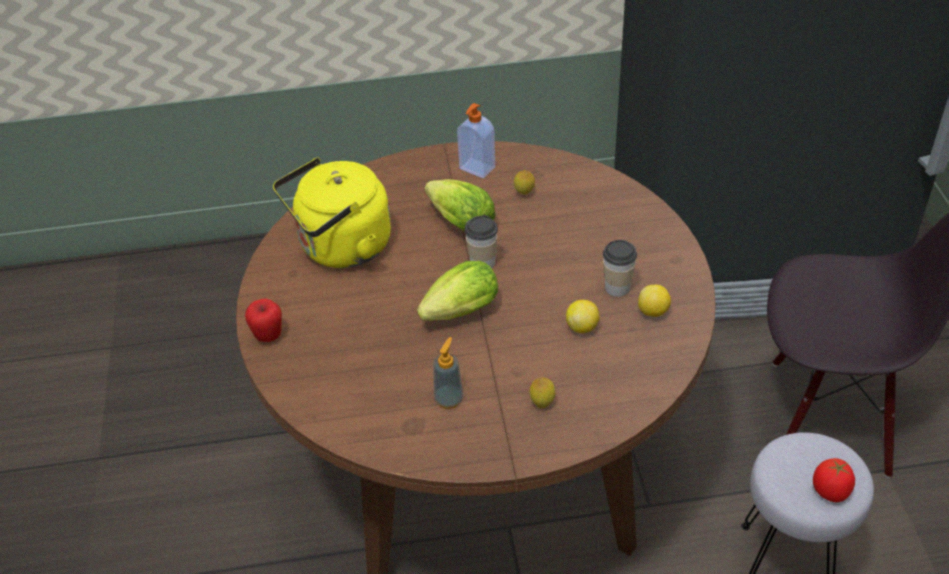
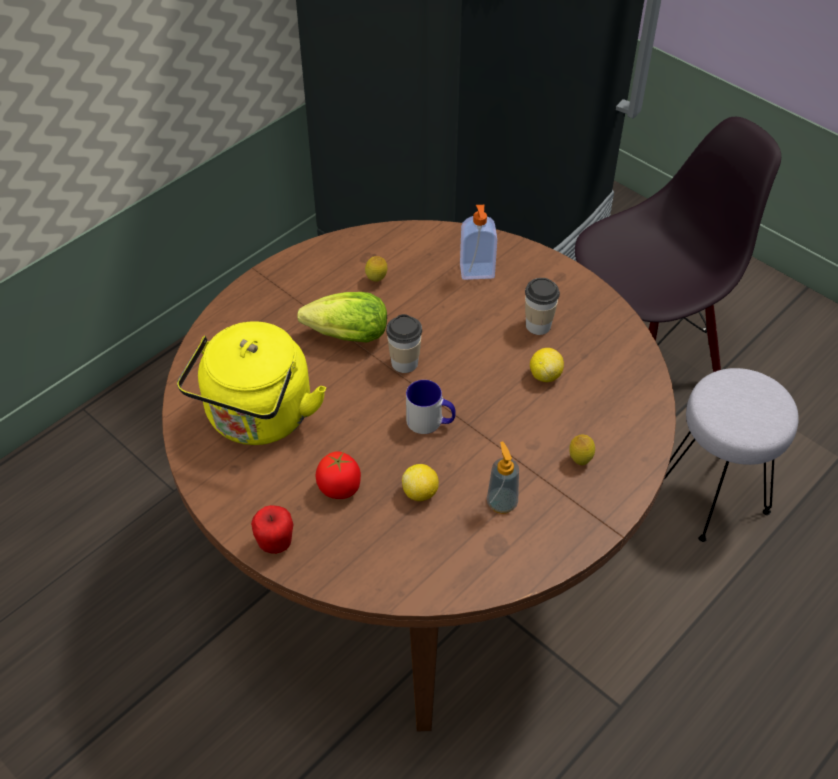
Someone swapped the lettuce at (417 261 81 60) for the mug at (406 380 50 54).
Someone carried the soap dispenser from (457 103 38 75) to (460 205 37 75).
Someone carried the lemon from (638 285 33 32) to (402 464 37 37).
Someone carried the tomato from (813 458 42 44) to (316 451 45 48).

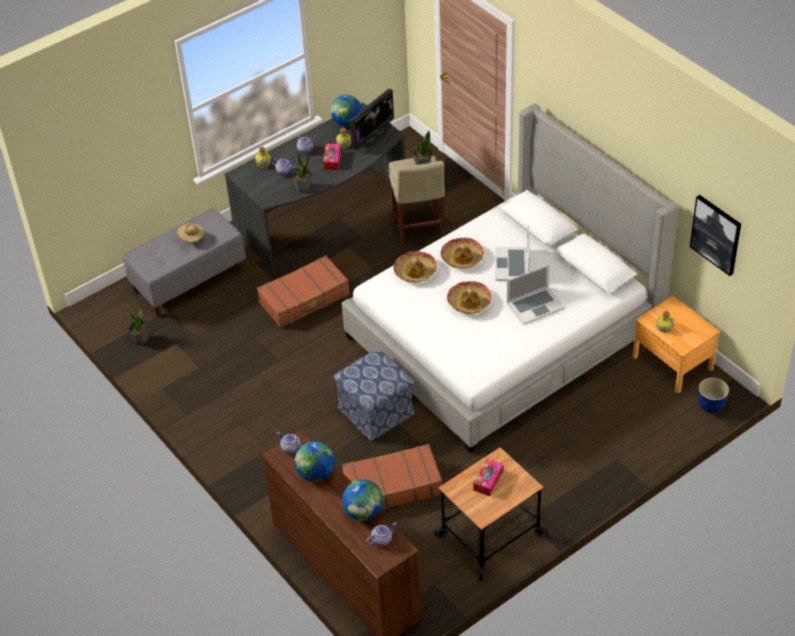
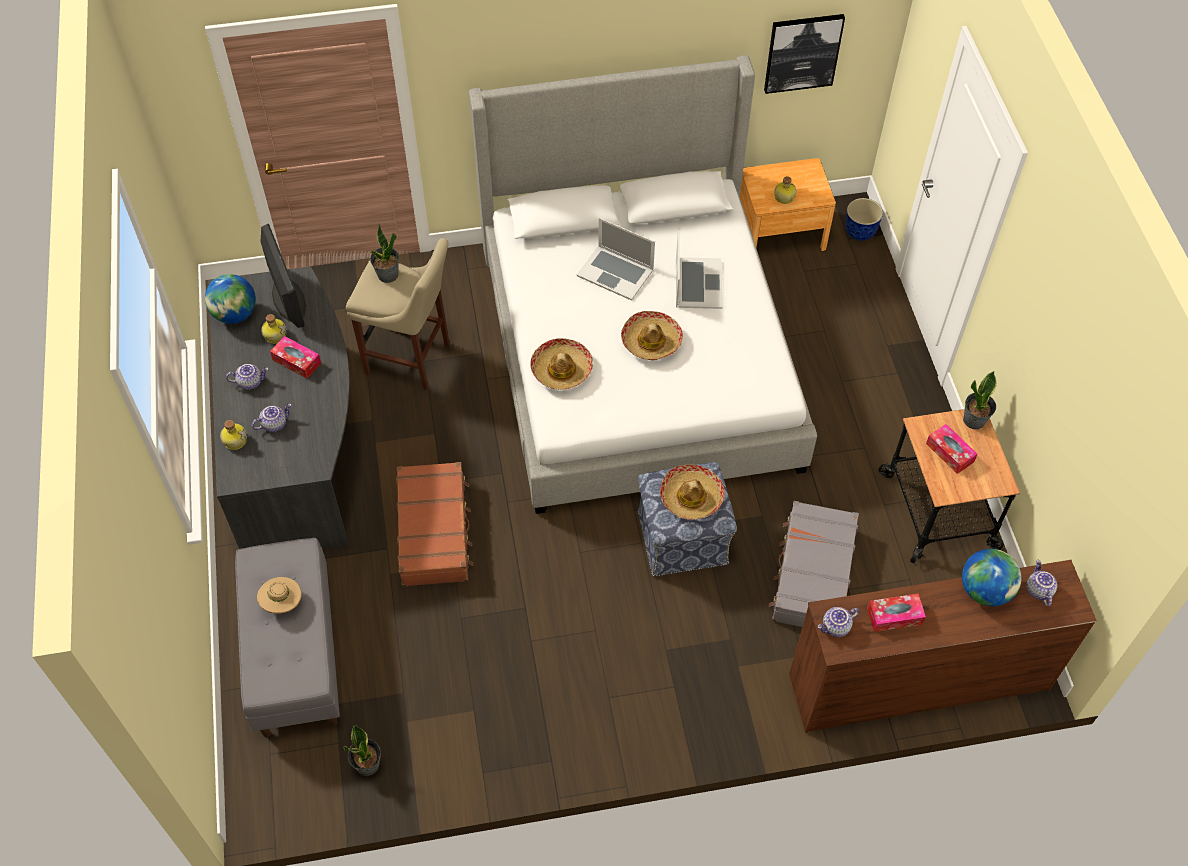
Someone carried the potted plant from (292 150 20 43) to (963 371 34 58).
Someone swapped the globe at (295 441 40 41) for the tissue box at (867 594 59 38).
Someone repainted the suitcase in brown at (342 444 100 65), which became the suitcase in grey at (769 501 90 126).
Someone carried the hat from (441 238 43 31) to (660 465 65 55).

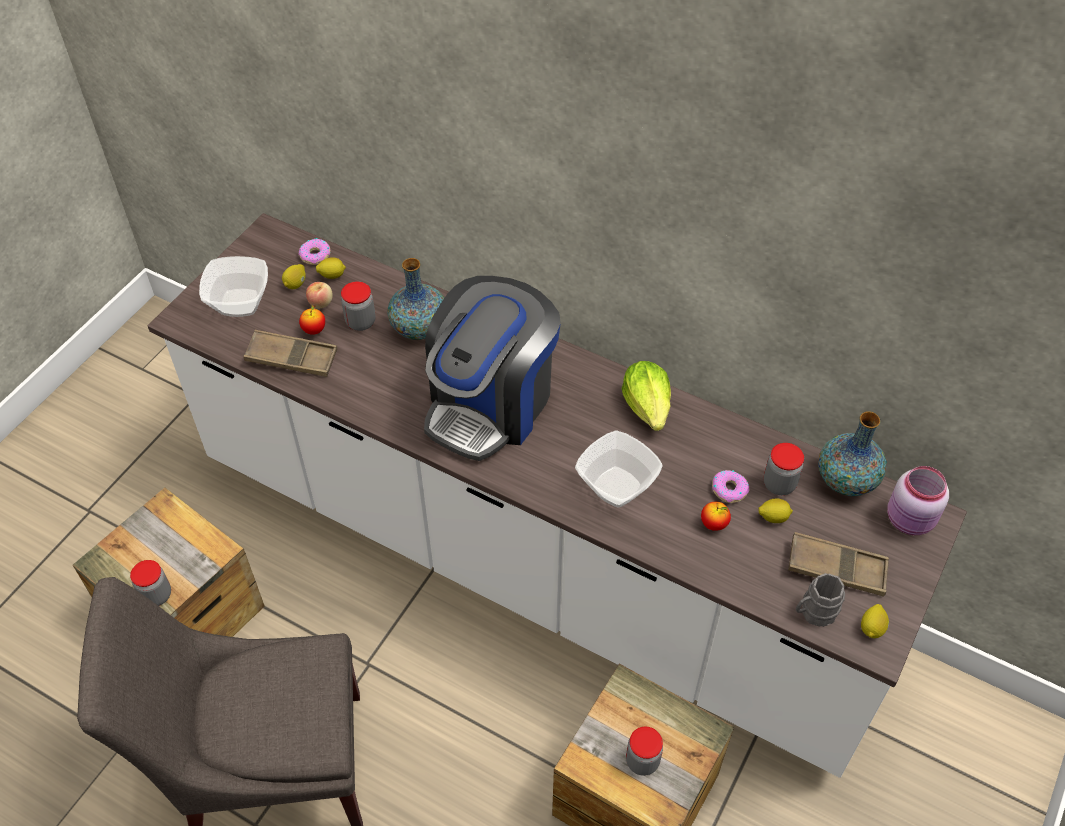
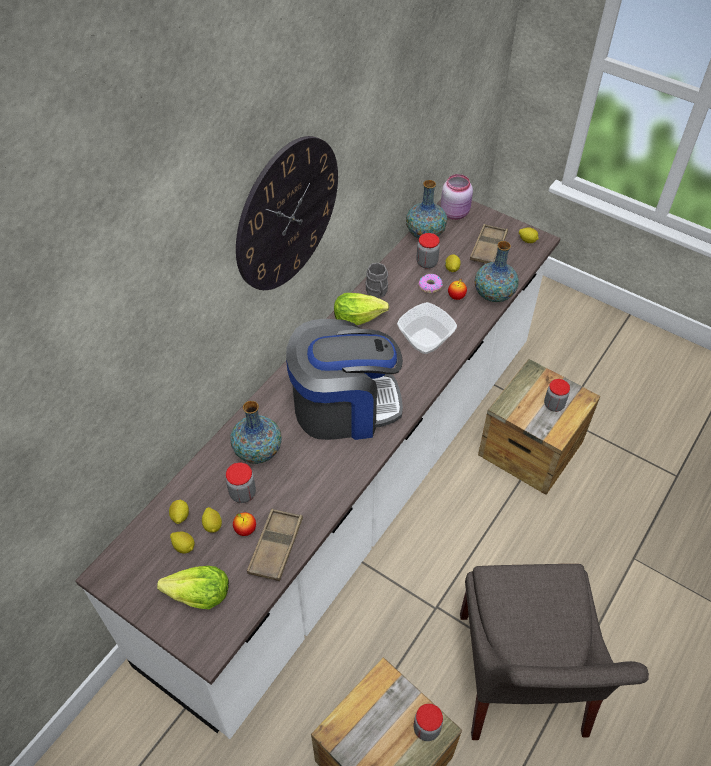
Someone swapped the bowl at (199 256 69 61) for the lettuce at (157 566 72 43).
Someone took away the donut at (299 238 32 27).
Someone swapped the apple at (306 282 27 26) for the lemon at (202 507 20 26).
Someone rotated the coffee machine at (424 276 137 185) by 45 degrees counterclockwise.
Someone carried the mug in grey from (796 573 49 54) to (365 263 23 35).
Someone put up the wall clock at (236 136 102 154).
Someone put down the vase at (475 241 44 61).

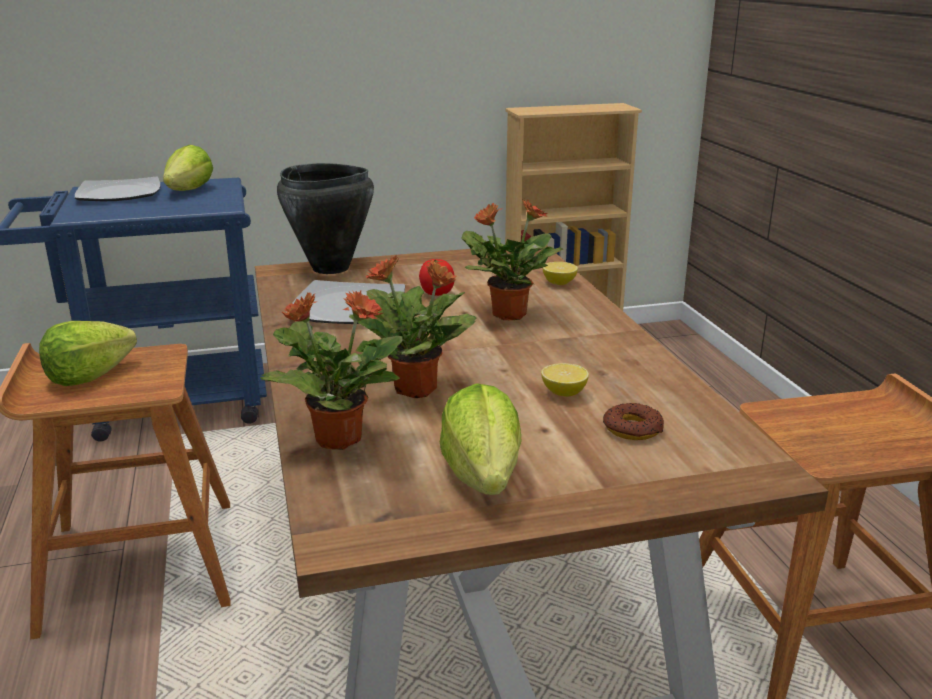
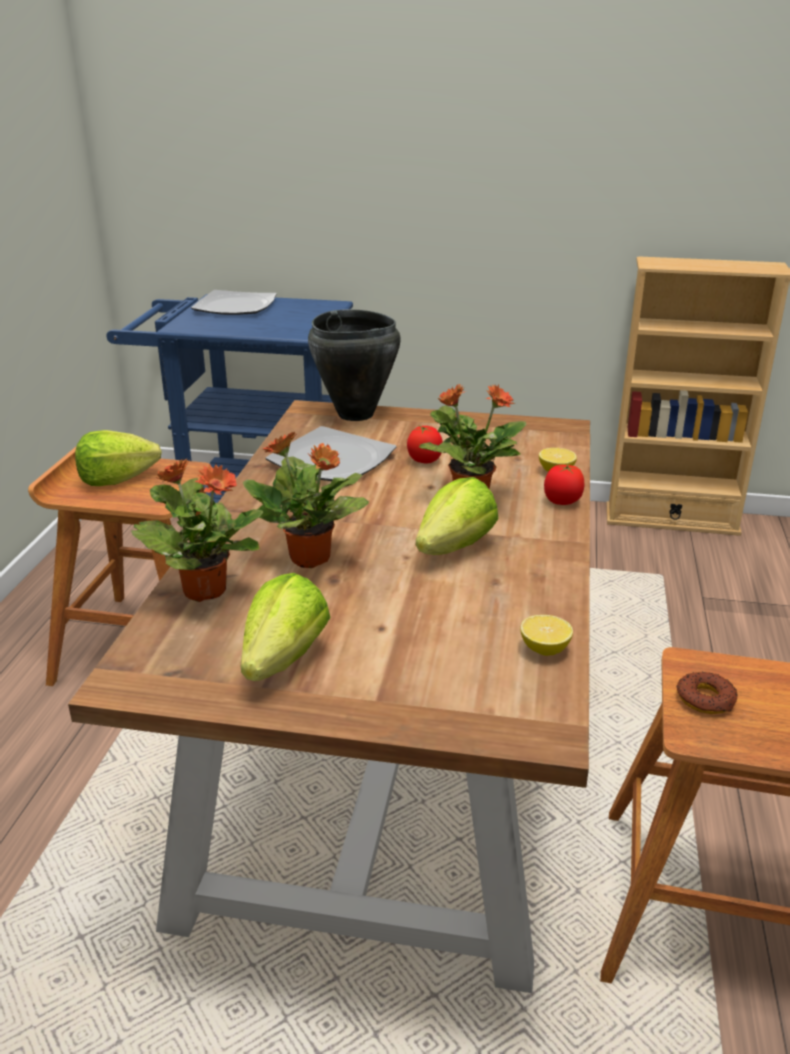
Someone carried the lettuce from (163 145 50 46) to (416 477 82 78).
Someone carried the lemon from (541 363 48 34) to (520 615 53 41).
Someone carried the donut from (603 403 61 37) to (677 672 60 42).
Someone put down the tomato at (544 464 41 41).

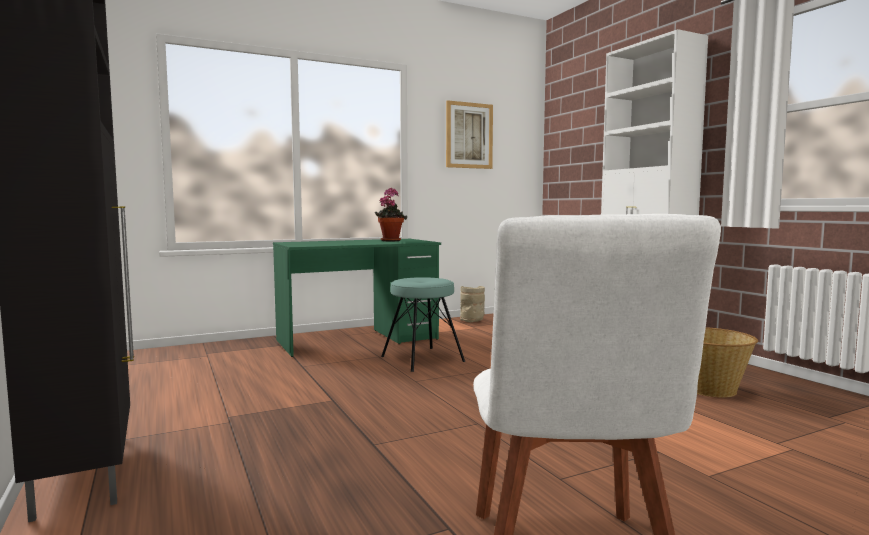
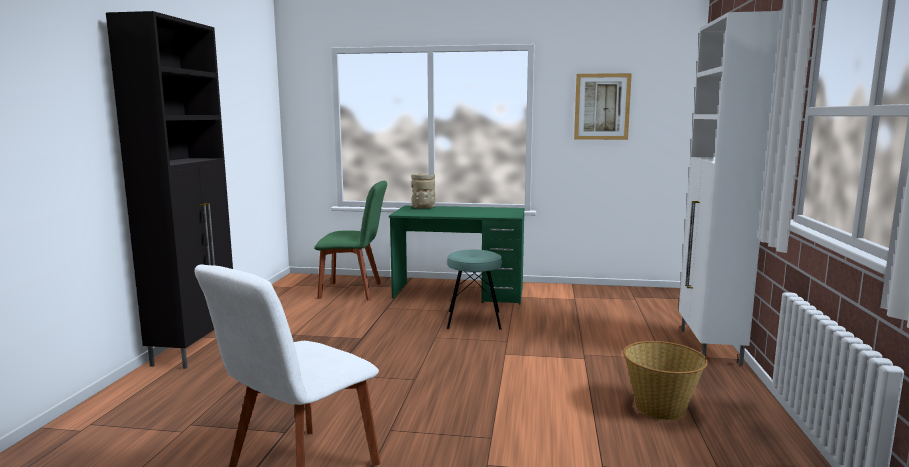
Someone took away the potted plant at (375 187 32 54).
Someone carried the vase in beige from (460 286 25 36) to (411 173 24 36).
Someone put down the chair in green at (314 181 73 120).

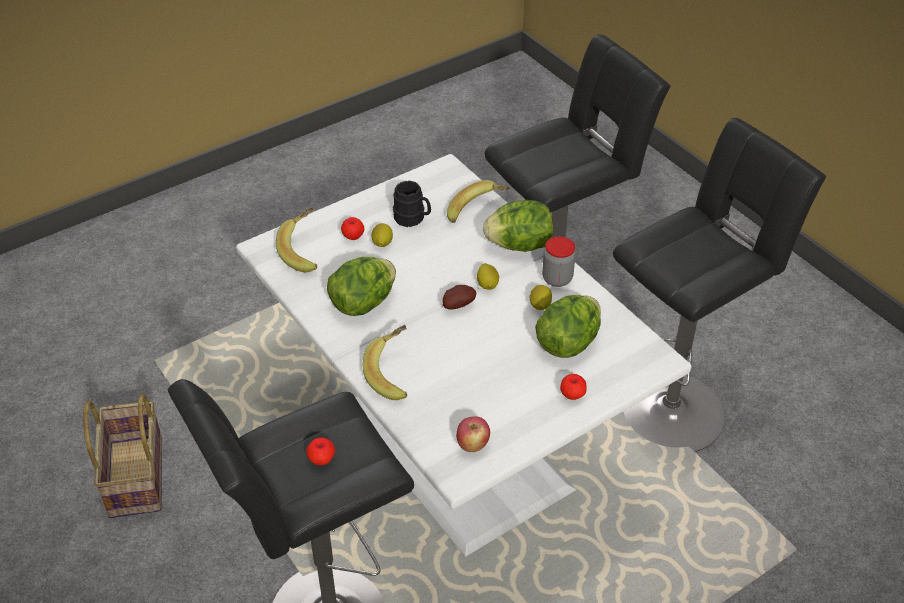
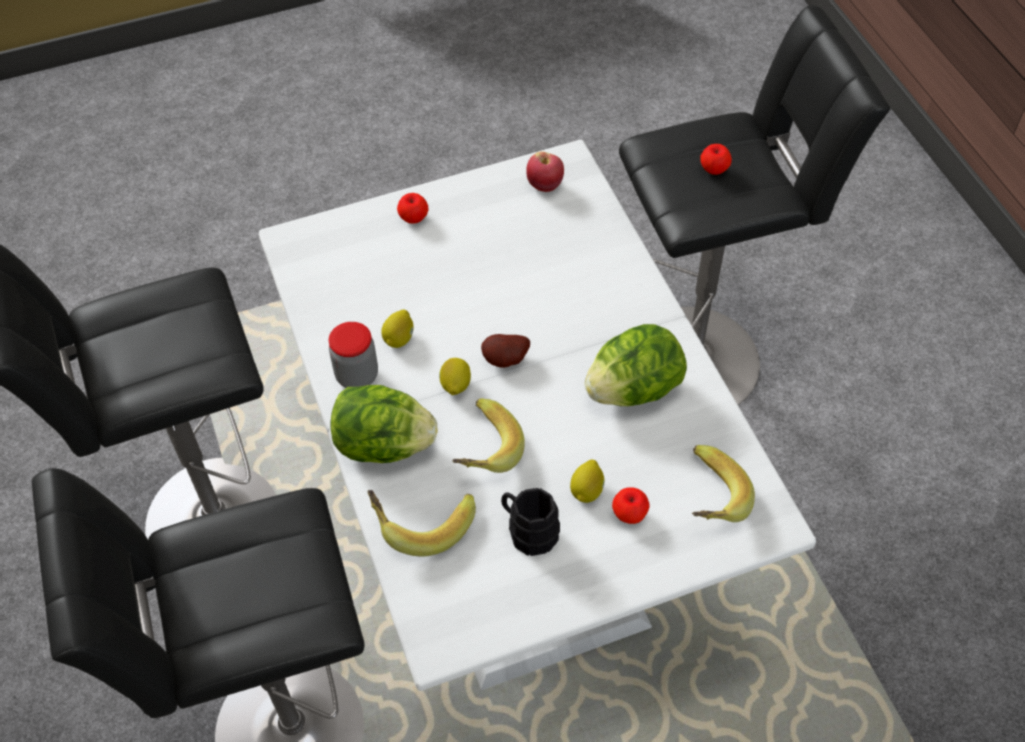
Someone took away the basket at (83 394 79 124).
Someone carried the banana from (363 325 44 75) to (453 398 72 75).
Someone took away the lettuce at (535 295 66 63).

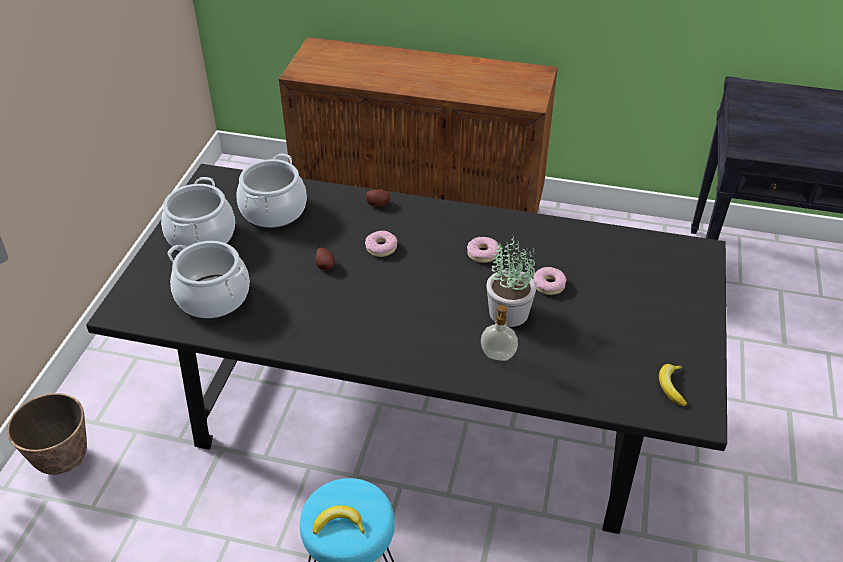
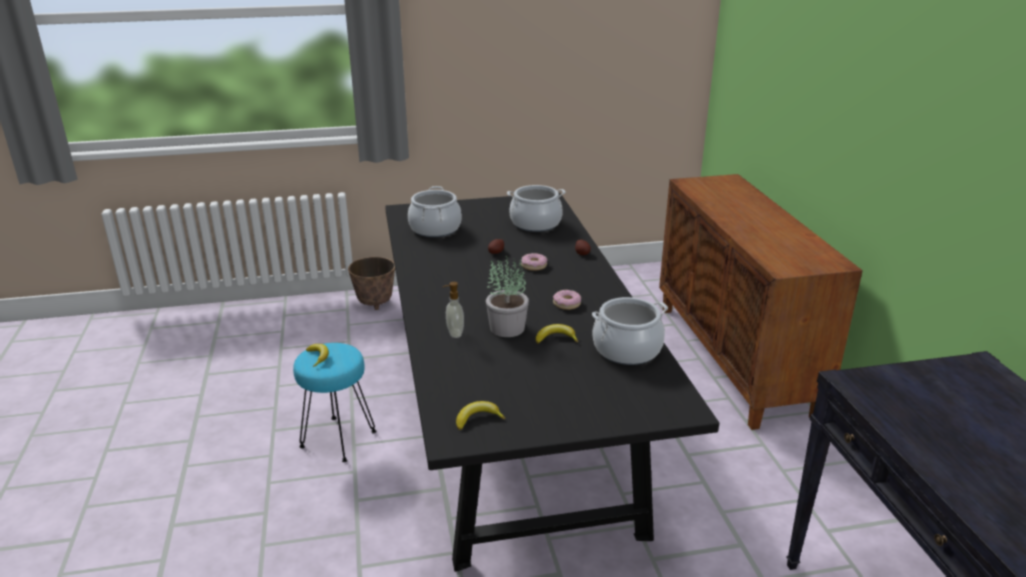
Someone carried the cooking pot from (161 177 74 75) to (592 297 76 68).
Someone swapped the donut at (533 267 34 28) for the banana at (536 324 42 20).

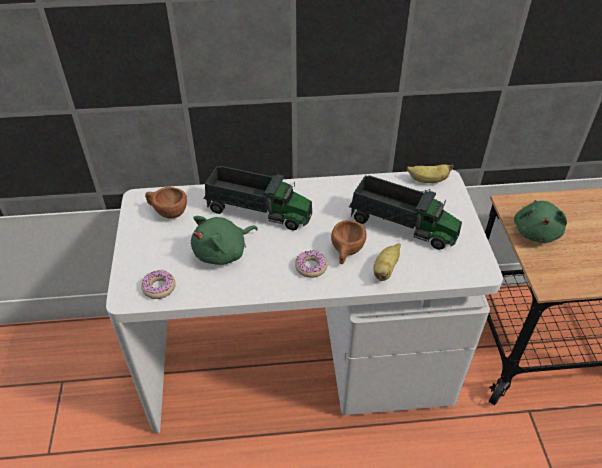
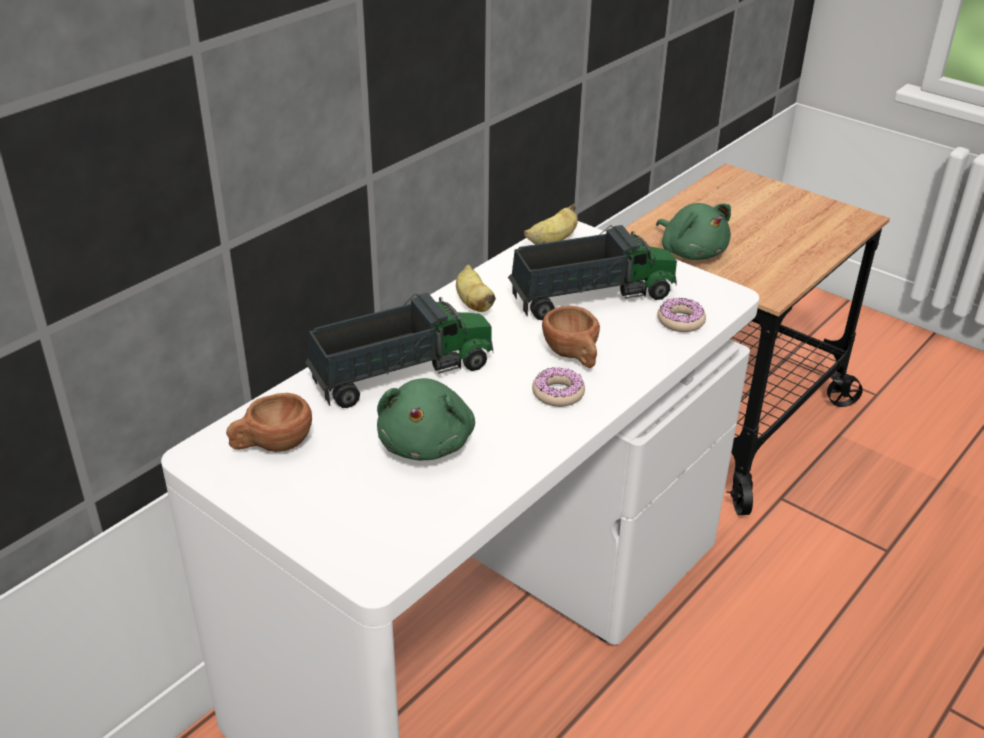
Someone carried the donut from (141 270 35 29) to (657 298 49 34).
Someone carried the banana from (373 243 28 38) to (456 265 40 47).

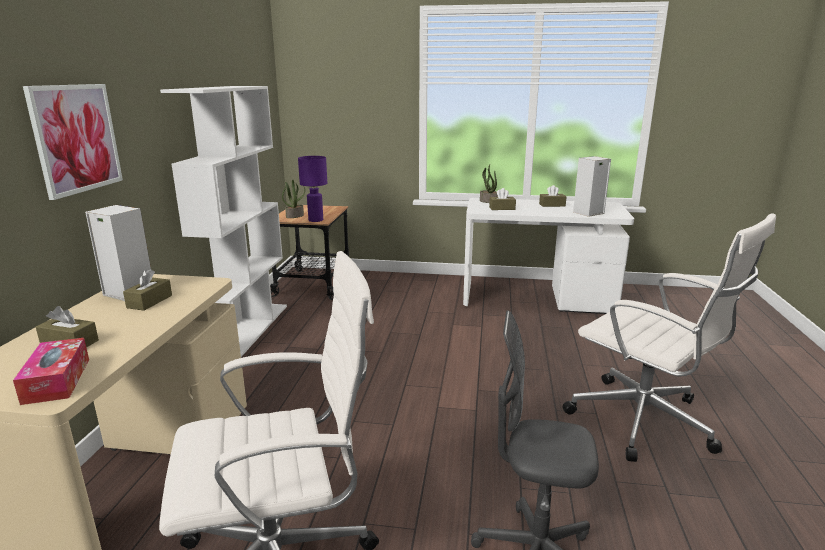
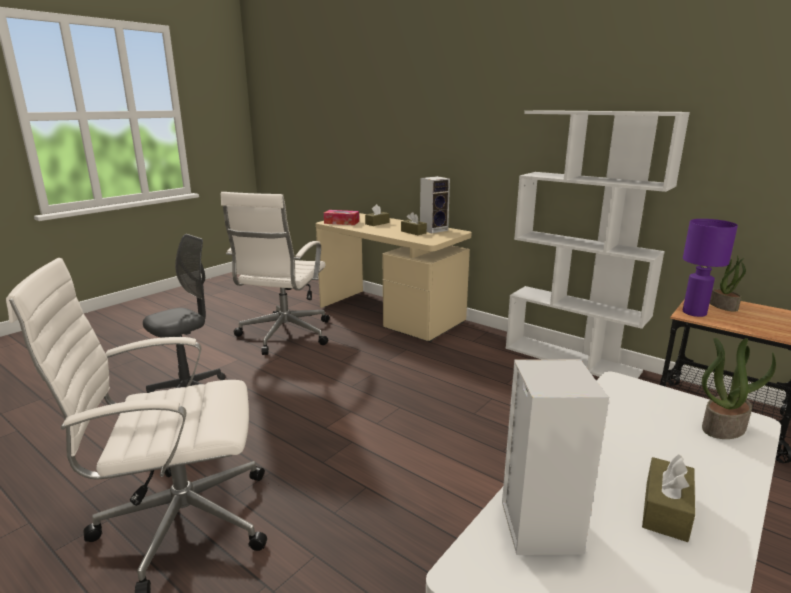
Someone took away the picture at (23 84 100 116).
Someone took away the tissue box in brown at (489 188 27 22).

